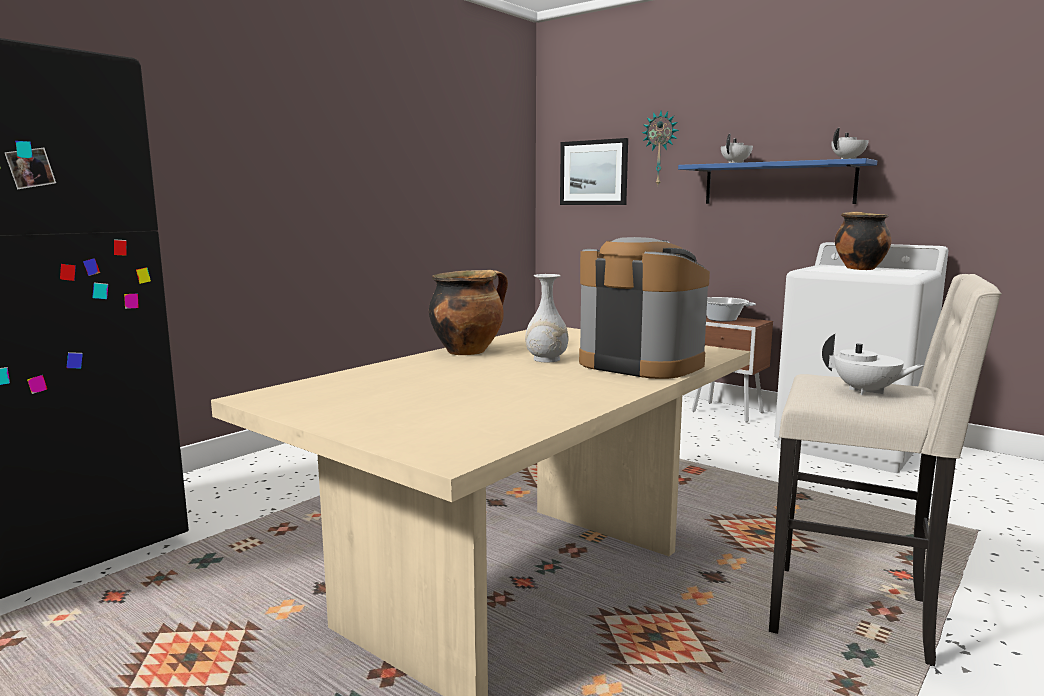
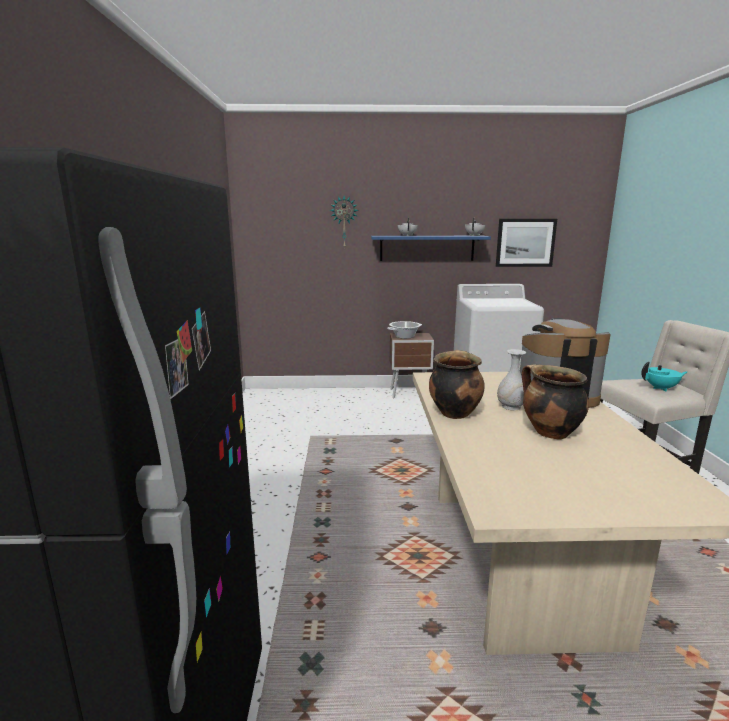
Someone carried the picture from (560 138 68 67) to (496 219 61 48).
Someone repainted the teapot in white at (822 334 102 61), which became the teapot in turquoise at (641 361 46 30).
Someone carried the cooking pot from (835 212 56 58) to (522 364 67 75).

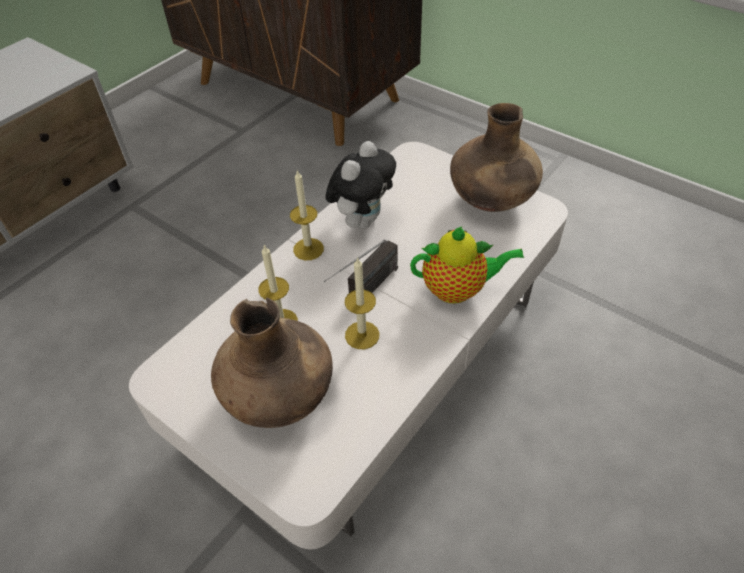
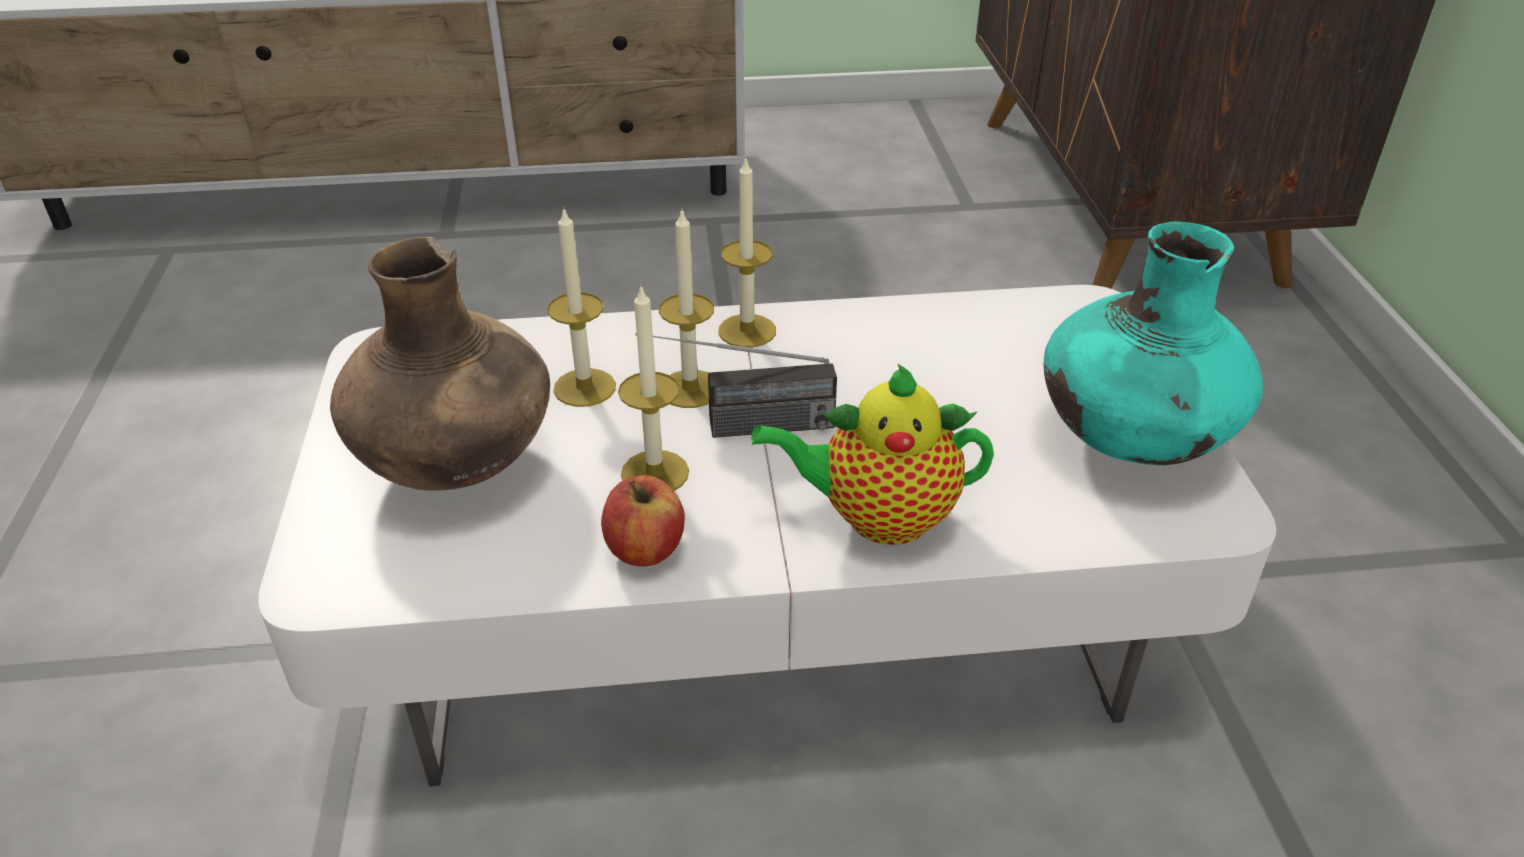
Someone took away the plush toy at (325 141 71 88).
Someone rotated the teapot at (410 226 114 78) by 135 degrees clockwise.
Someone repainted the vase in brown at (450 103 93 109), which became the vase in turquoise at (1044 221 219 244).
Someone put down the apple at (601 475 84 91).
Someone put down the candle at (659 208 55 200).

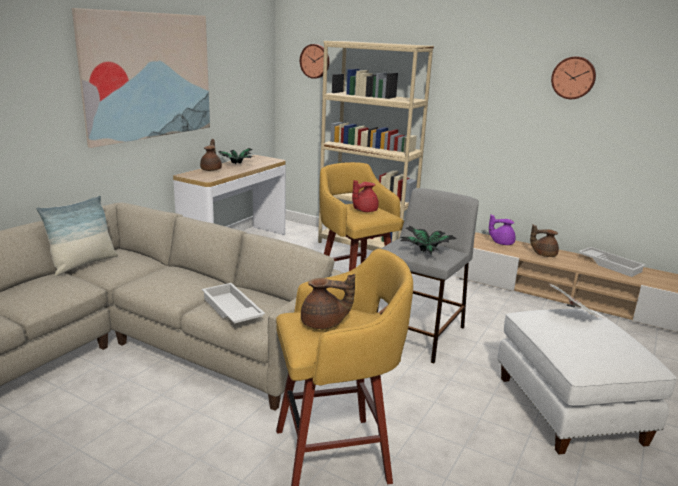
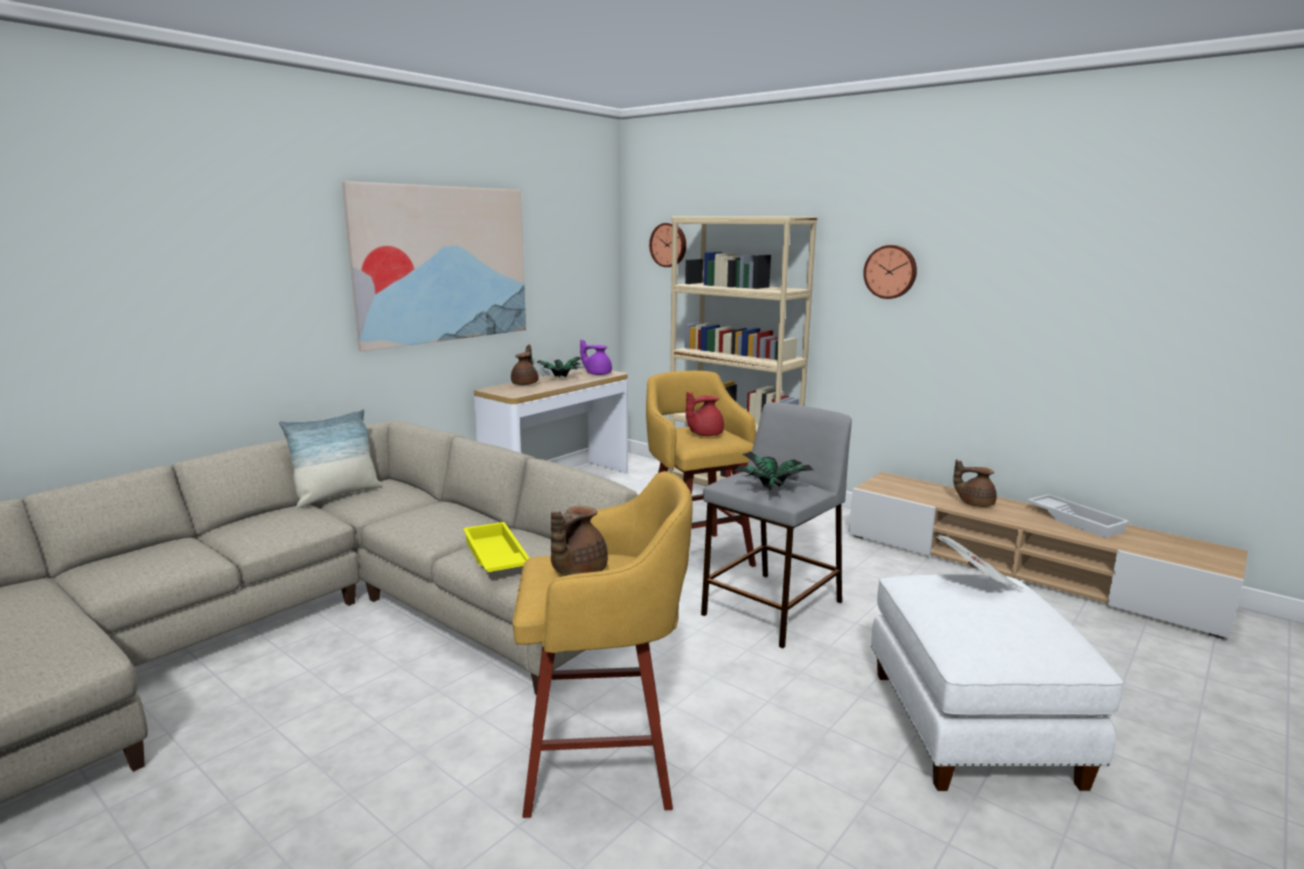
Someone repainted the tray in white at (202 283 63 41), which became the tray in yellow at (463 522 66 50).
Someone rotated the teapot in brown at (301 274 54 55) by 105 degrees clockwise.
Someone carried the teapot in purple from (489 215 27 30) to (580 339 32 36).
Someone carried the wall clock from (551 56 45 43) to (863 245 54 54).

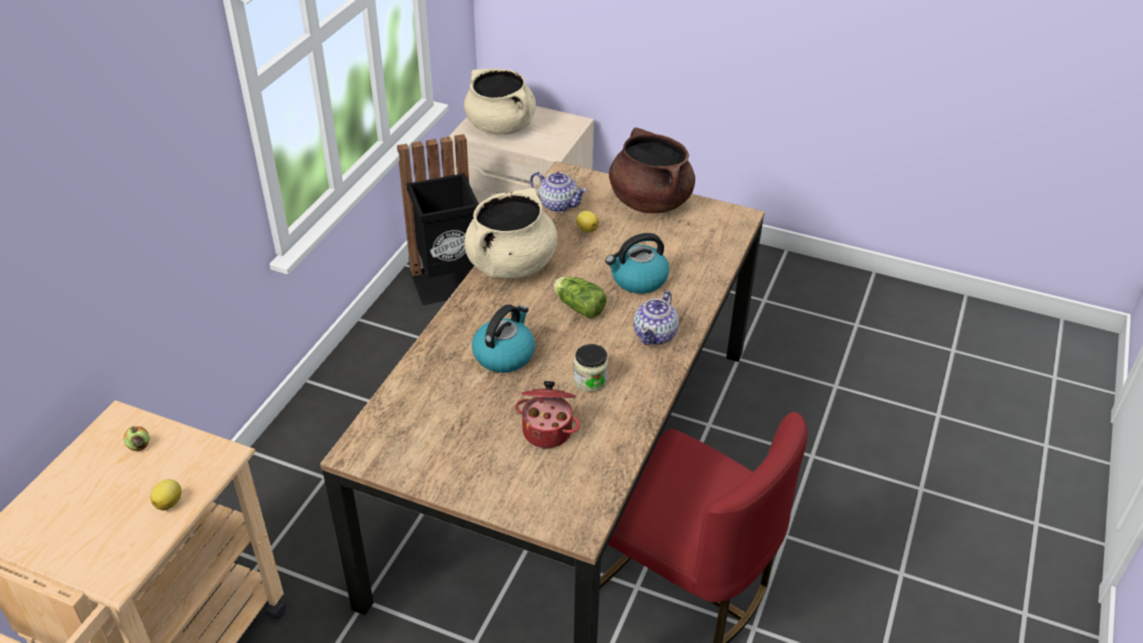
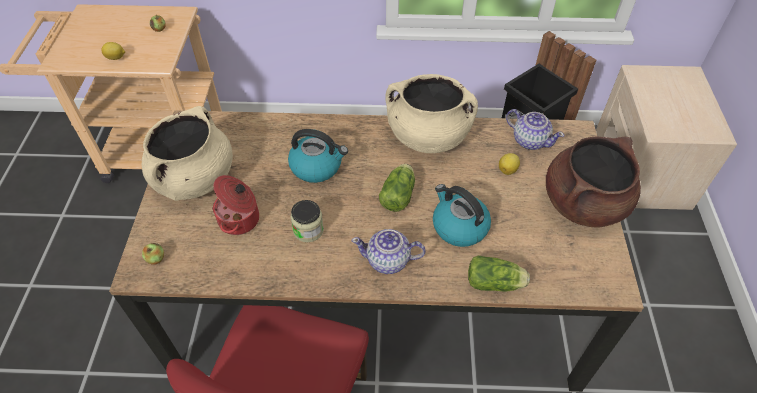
Someone carried the cooking pot in beige from (464 69 72 66) to (142 106 91 95).
Someone rotated the teapot at (530 172 57 40) by 60 degrees counterclockwise.
Someone put down the apple at (142 243 22 22).
Someone put down the lettuce at (468 255 62 36).

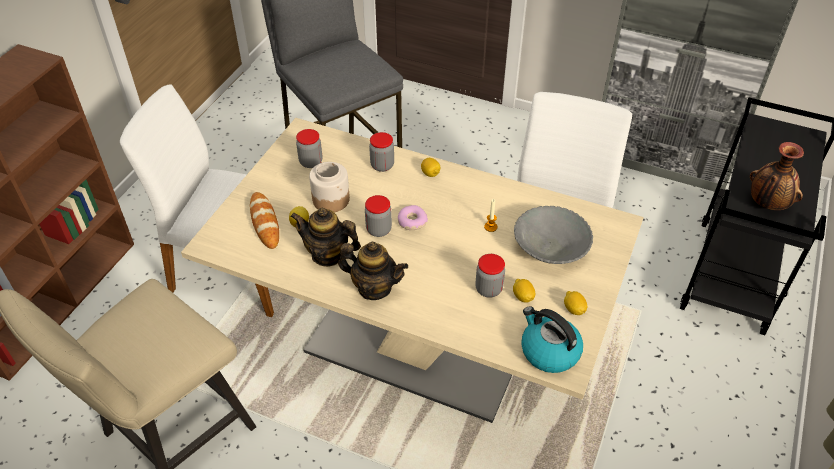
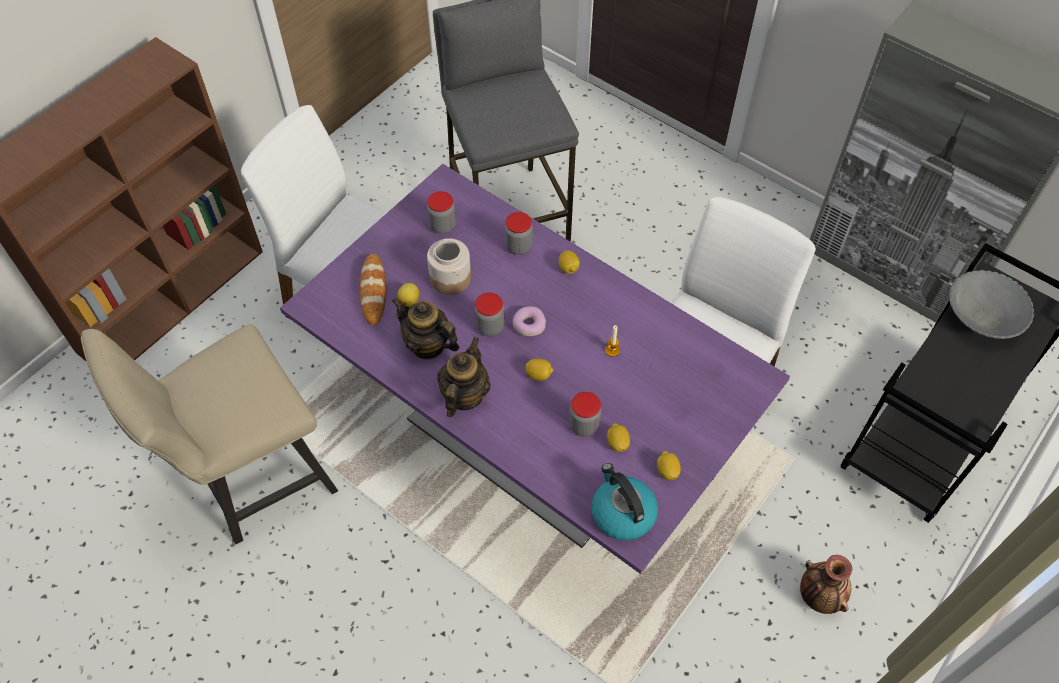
Someone repainted the dining table in beige at (181 118 463 305), which became the dining table in purple at (280 164 510 410).
Someone rotated the teapot at (338 241 70 59) by 105 degrees counterclockwise.
Someone carried the bowl in grey from (514 206 79 58) to (949 270 85 69).
Someone carried the vase from (750 142 54 68) to (800 555 52 59).
Someone put down the lemon at (525 359 29 22).

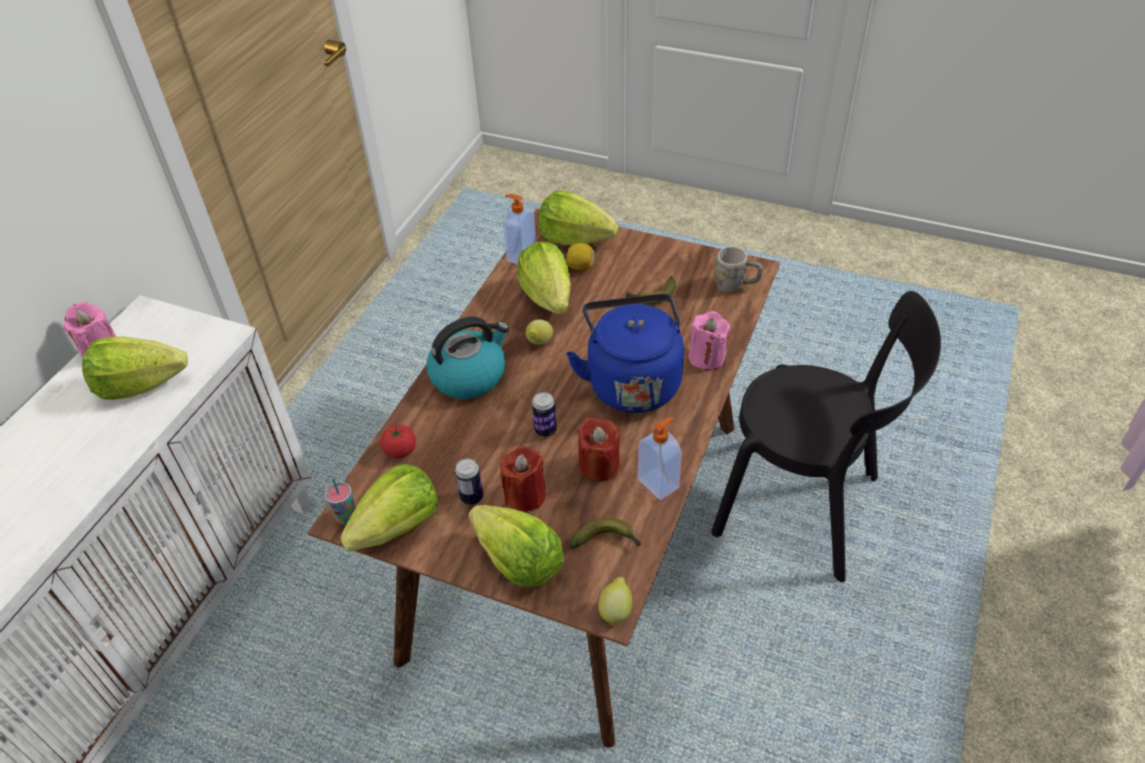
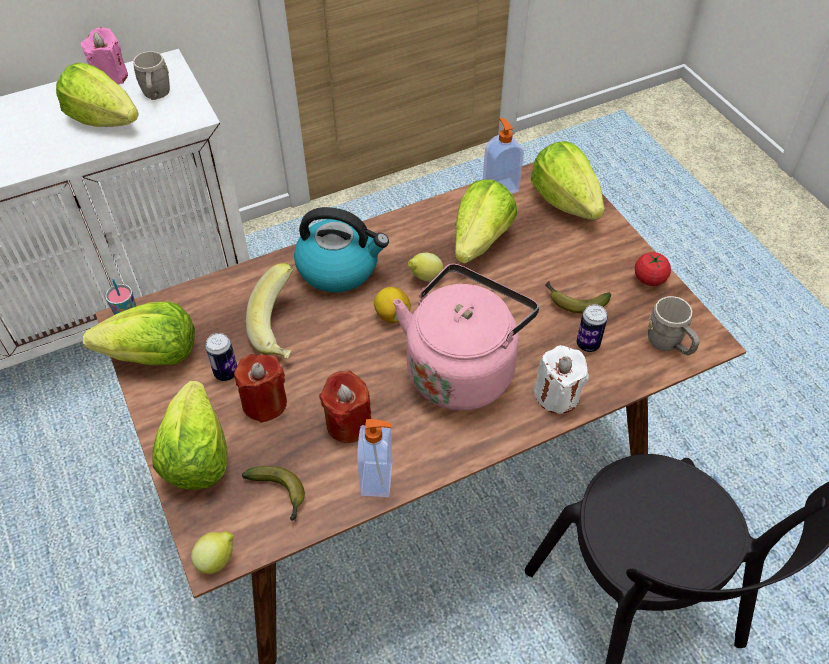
Someone carried the tomato from (380 425 36 34) to (635 252 36 34).
Someone carried the can from (532 392 25 45) to (577 304 31 48).
Someone carried the lemon from (566 243 29 28) to (374 287 37 36).
Someone repainted the kettle in blue at (567 294 117 119), which became the kettle in pink at (393 264 146 147).
Someone repainted the candle in pink at (688 311 42 59), which became the candle in white at (534 345 55 69).
Someone put down the mug in grey at (133 51 37 49).
Someone put down the banana at (246 263 47 96).

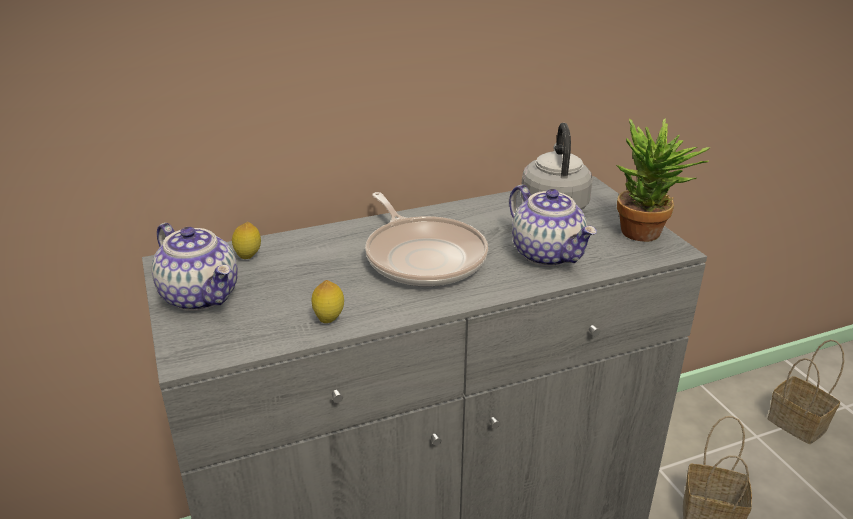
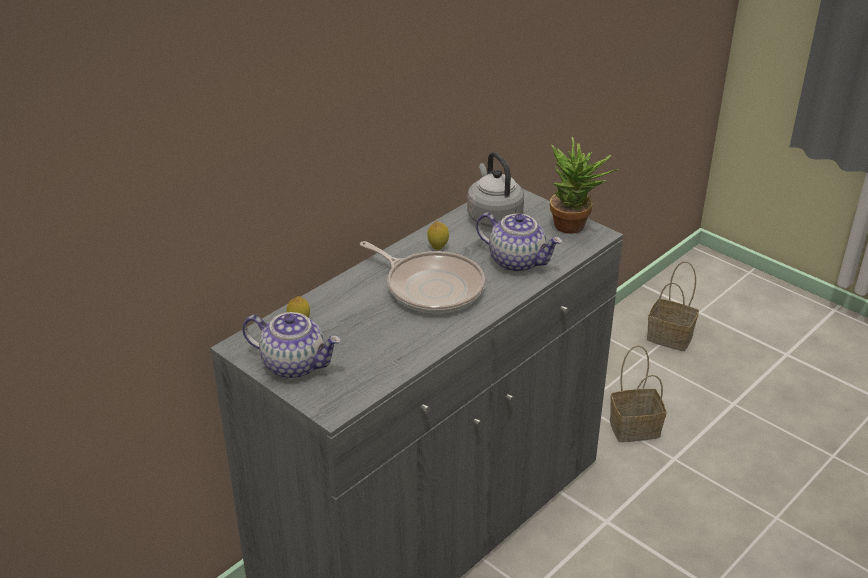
Someone carried the lemon from (312 280 32 43) to (427 221 22 29).

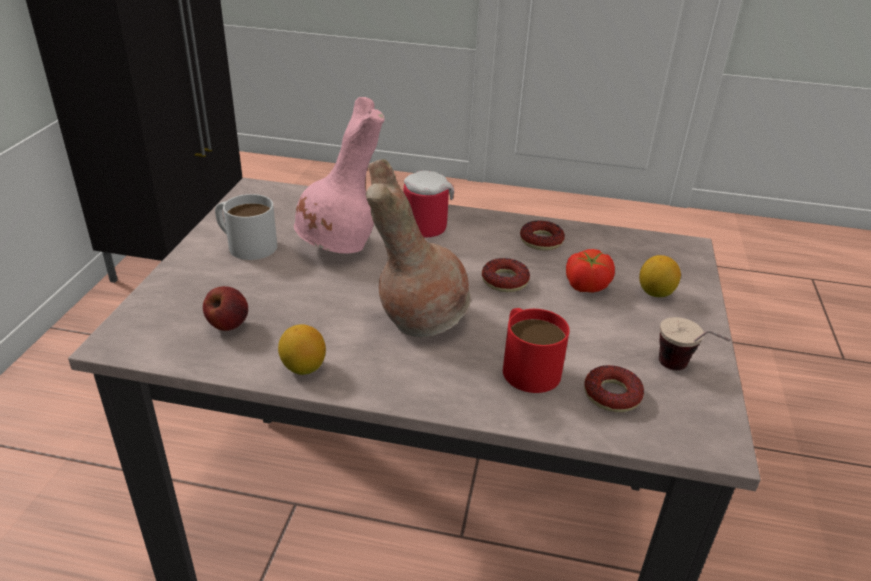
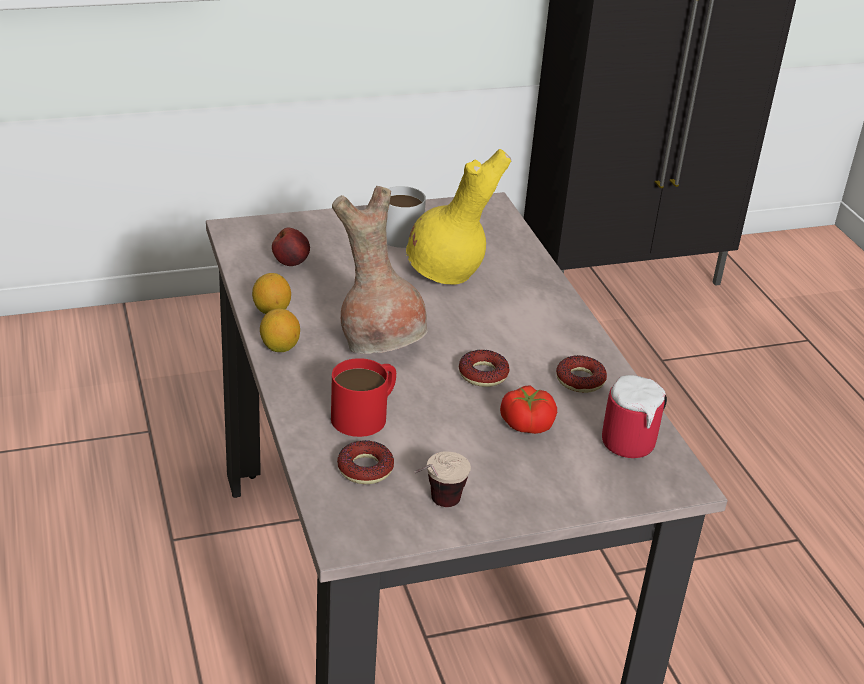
Someone repainted the vase in pink at (294 97 90 157), which became the vase in yellow at (406 149 105 135).
Someone carried the mug from (403 171 51 67) to (602 375 65 83).
Someone carried the lemon from (639 255 42 42) to (260 308 40 44).

